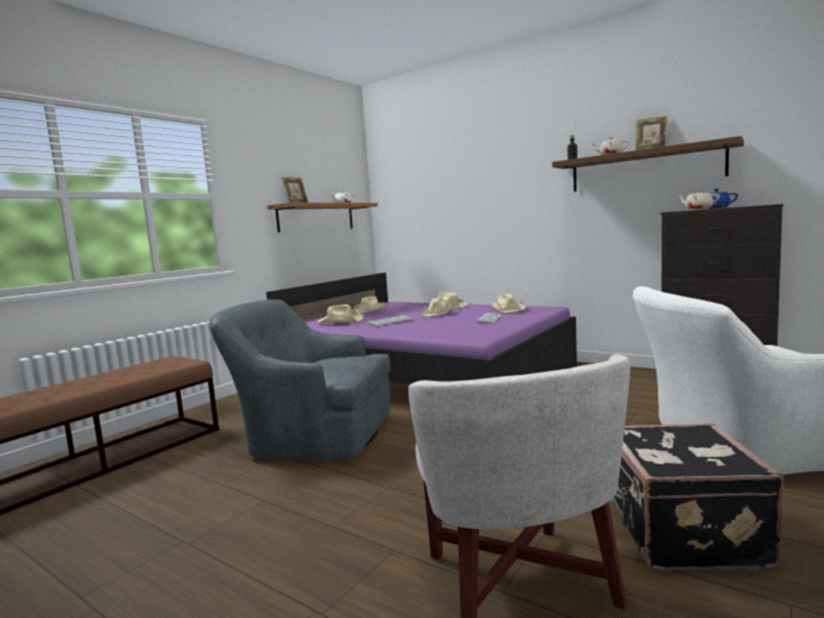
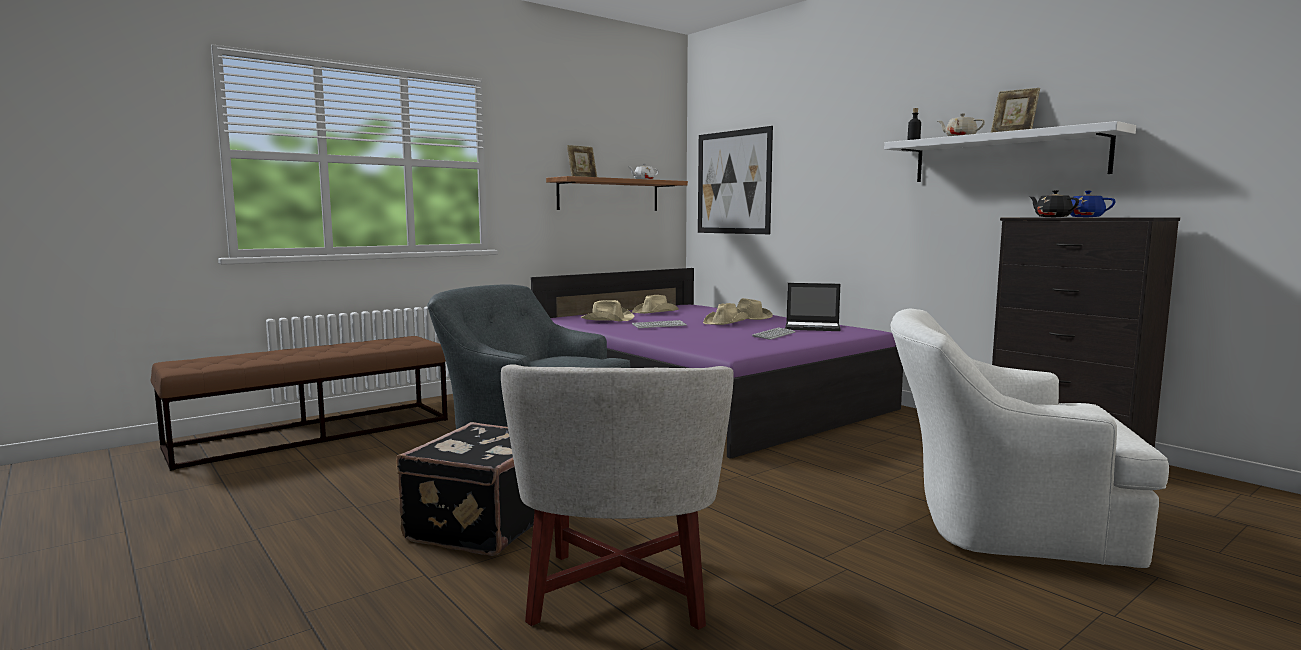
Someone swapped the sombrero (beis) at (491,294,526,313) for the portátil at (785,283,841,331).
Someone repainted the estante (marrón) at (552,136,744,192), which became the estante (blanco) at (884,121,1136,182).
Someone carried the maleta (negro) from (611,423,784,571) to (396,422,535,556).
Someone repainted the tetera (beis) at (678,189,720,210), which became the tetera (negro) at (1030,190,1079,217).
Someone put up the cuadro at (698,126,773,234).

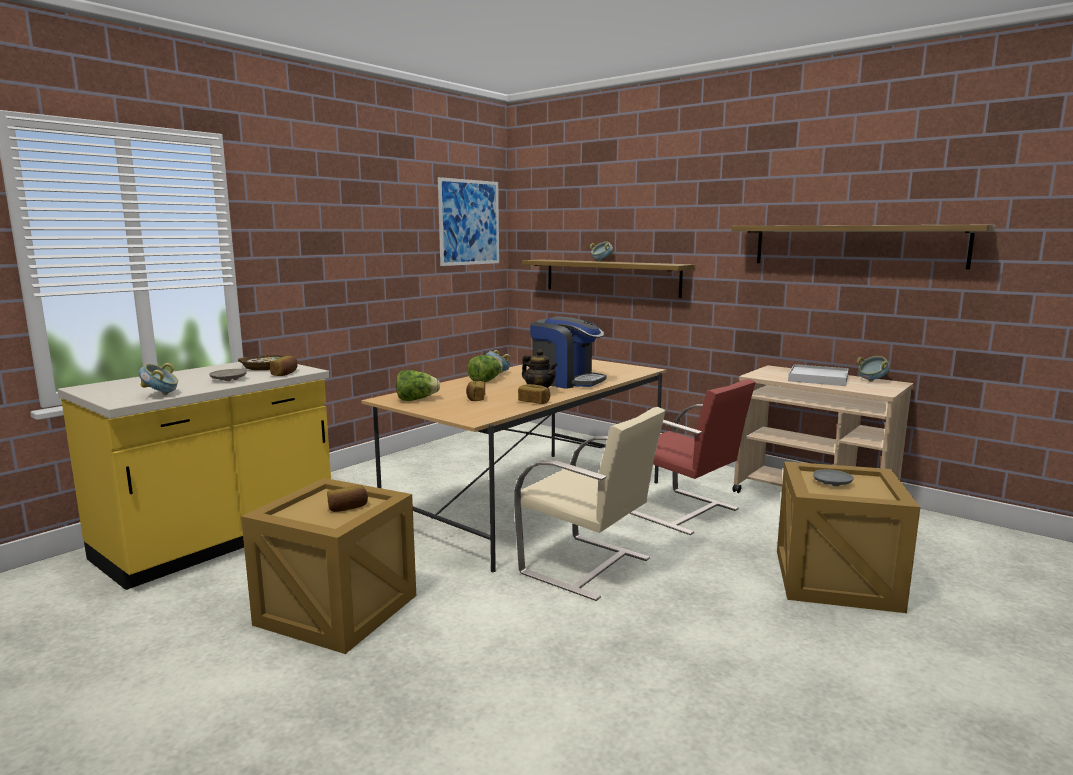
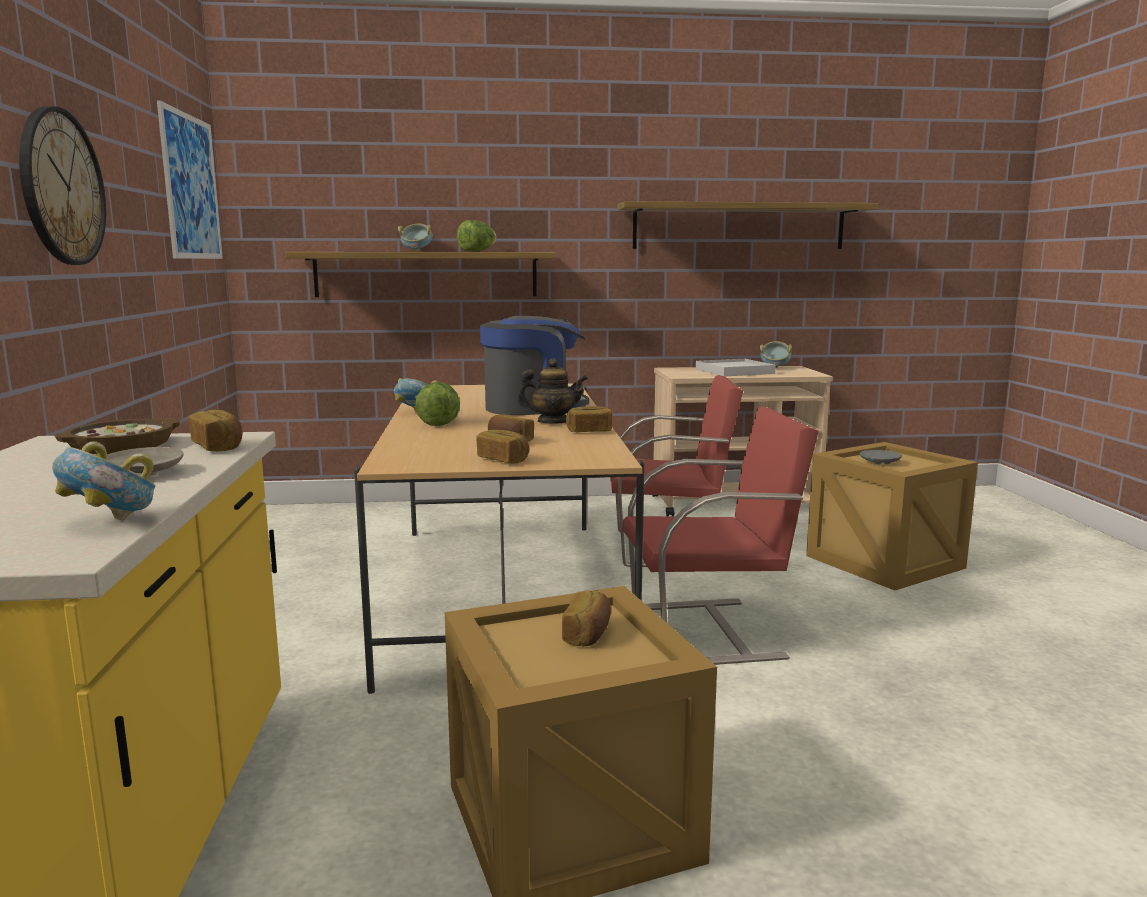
Someone carried the lechuga from (396,370,440,401) to (457,220,497,252).
Someone repainted the silla (beis) at (514,407,665,601), which became the silla (rojo) at (622,406,819,665).
Someone put up the reloj de pared at (19,106,106,265).
Someone put down the pan at (476,430,529,463).

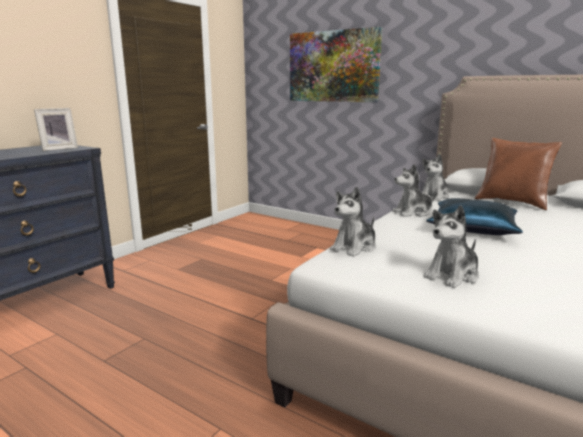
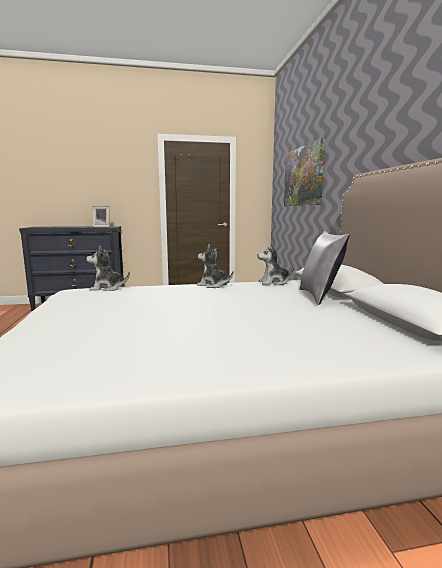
Someone took away the peluche at (424,205,479,288).
Someone took away the cojín (azul) at (426,198,523,235).
Someone repainted the cojín (marrón) at (475,138,562,210), which became the cojín (gris) at (299,231,350,305).

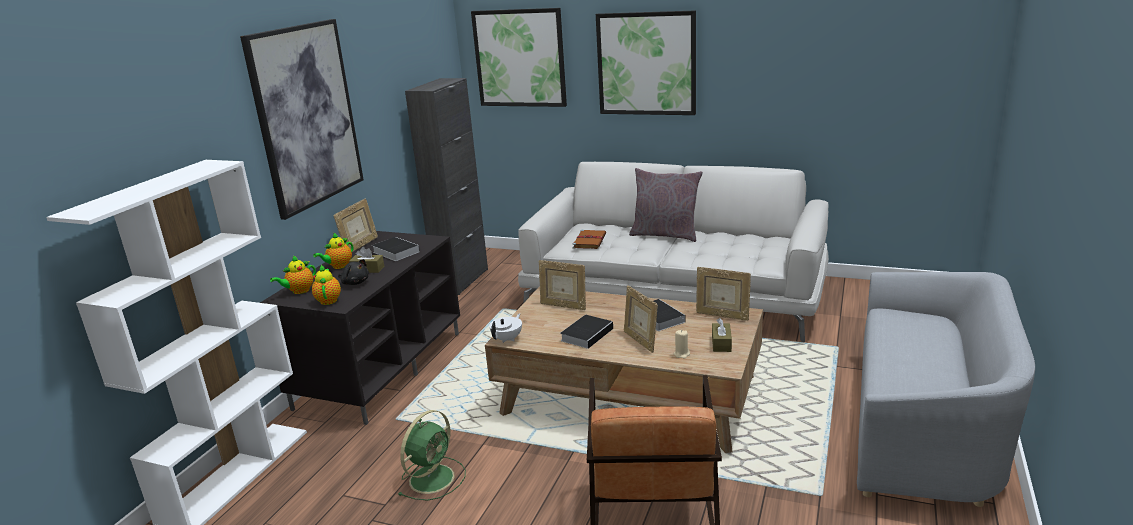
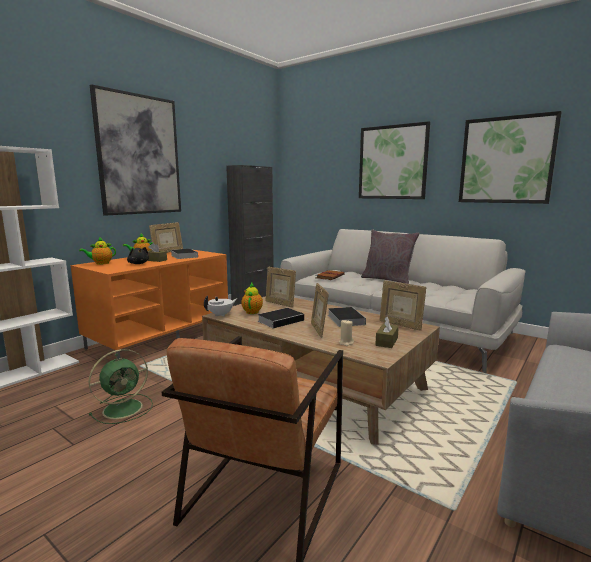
Someone repainted the mueble de televisión (negro) at (260,231,460,425), which became the mueble de televisión (naranja) at (71,250,228,359).
Someone carried the tetera from (312,265,341,305) to (241,283,263,314).
Someone carried the cuadro from (471,8,567,107) to (459,111,561,204).

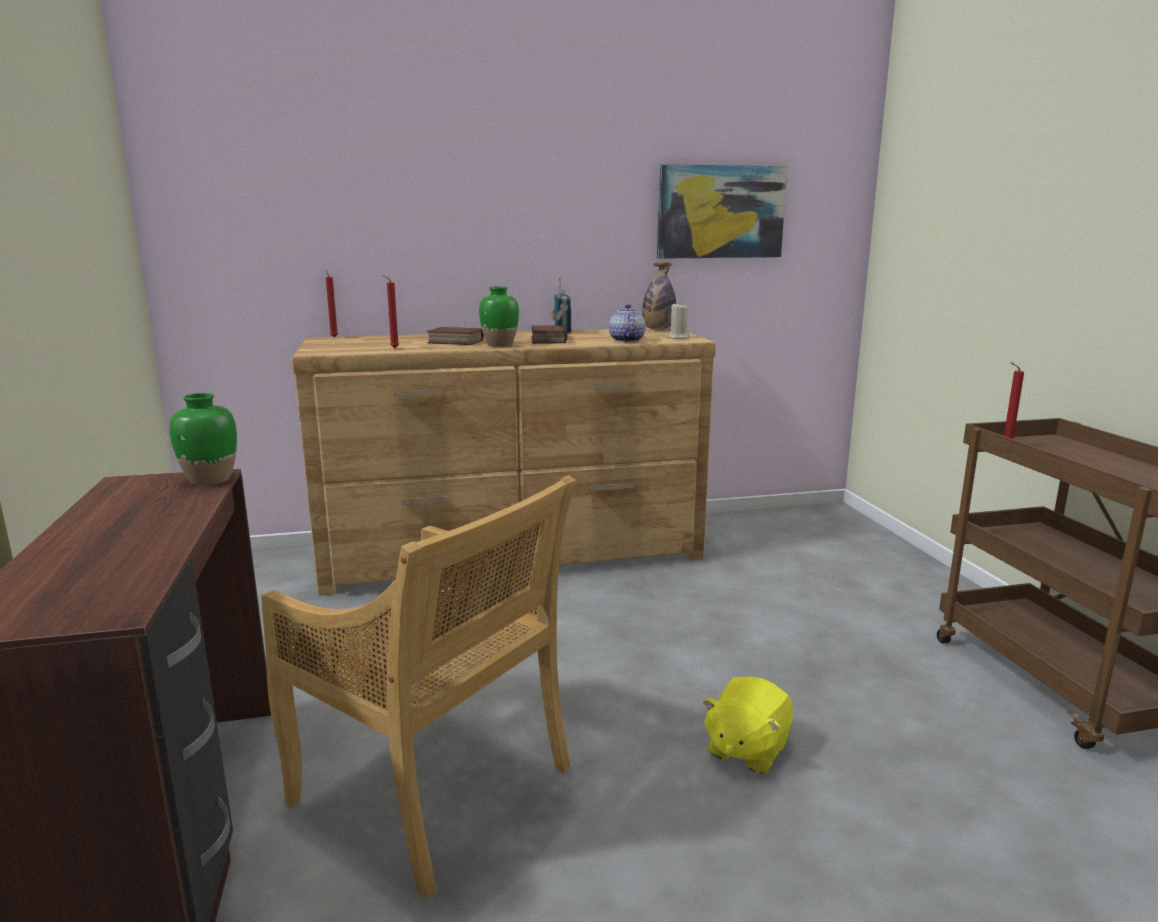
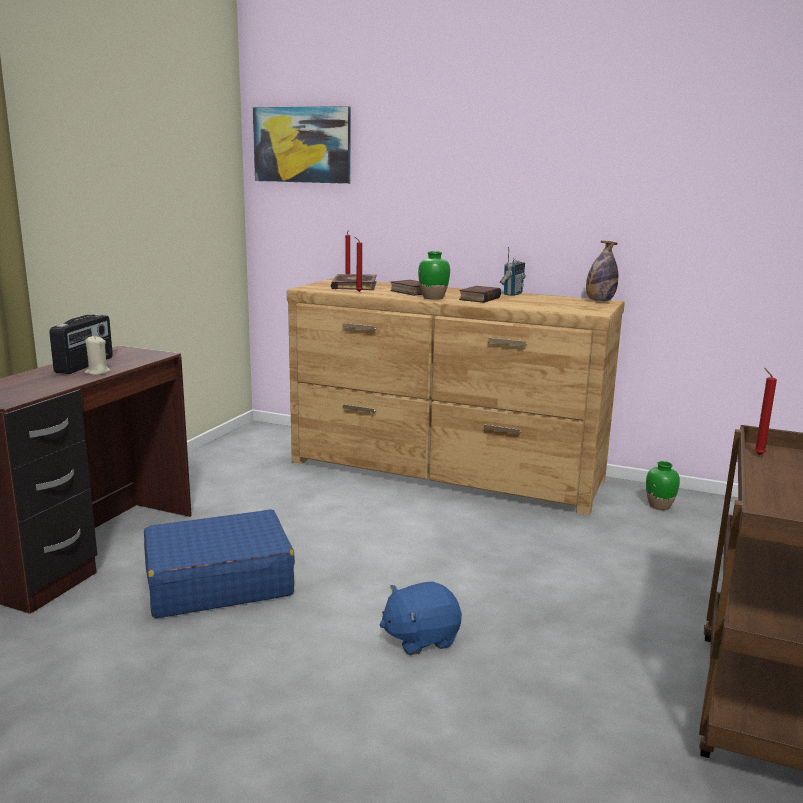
Someone carried the florero (verde) from (169,393,237,486) to (646,461,680,510).
Someone swapped the silla (beis) at (262,475,576,899) for the maleta (azul) at (144,509,295,618).
Someone took away the tetera at (609,304,646,342).
Someone carried the cuadro from (657,164,787,259) to (253,106,351,184).
Someone carried the vela (beis) from (668,302,690,339) to (84,335,111,375).
Someone repainted the peluche (amarillo) at (702,677,793,774), which became the peluche (azul) at (380,581,462,655).
Someone put down the radio at (49,314,113,374).
Someone put down the libro at (331,274,377,290).

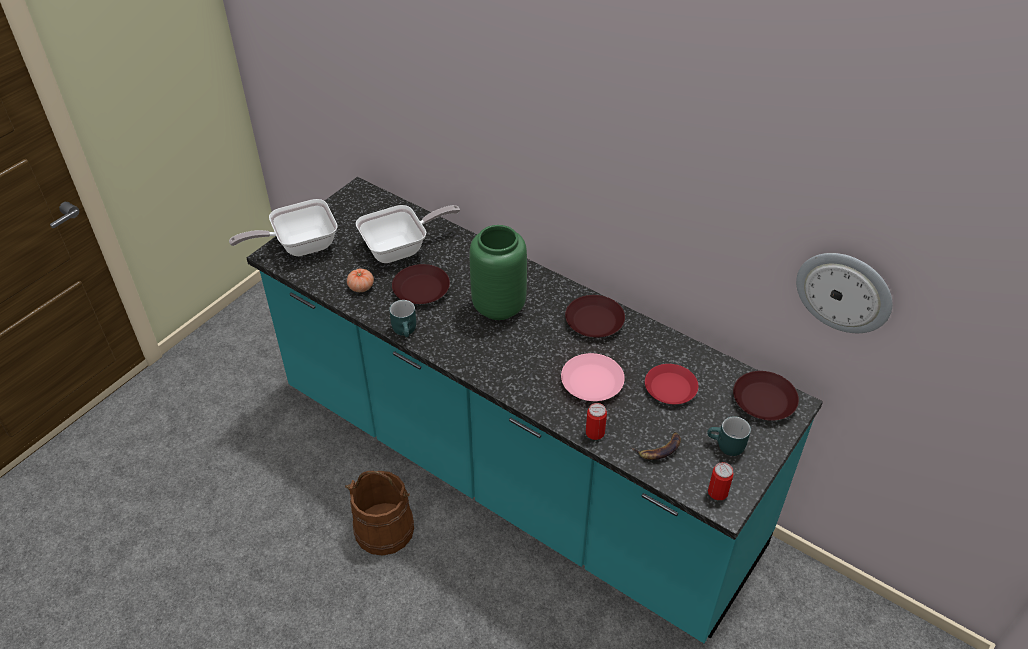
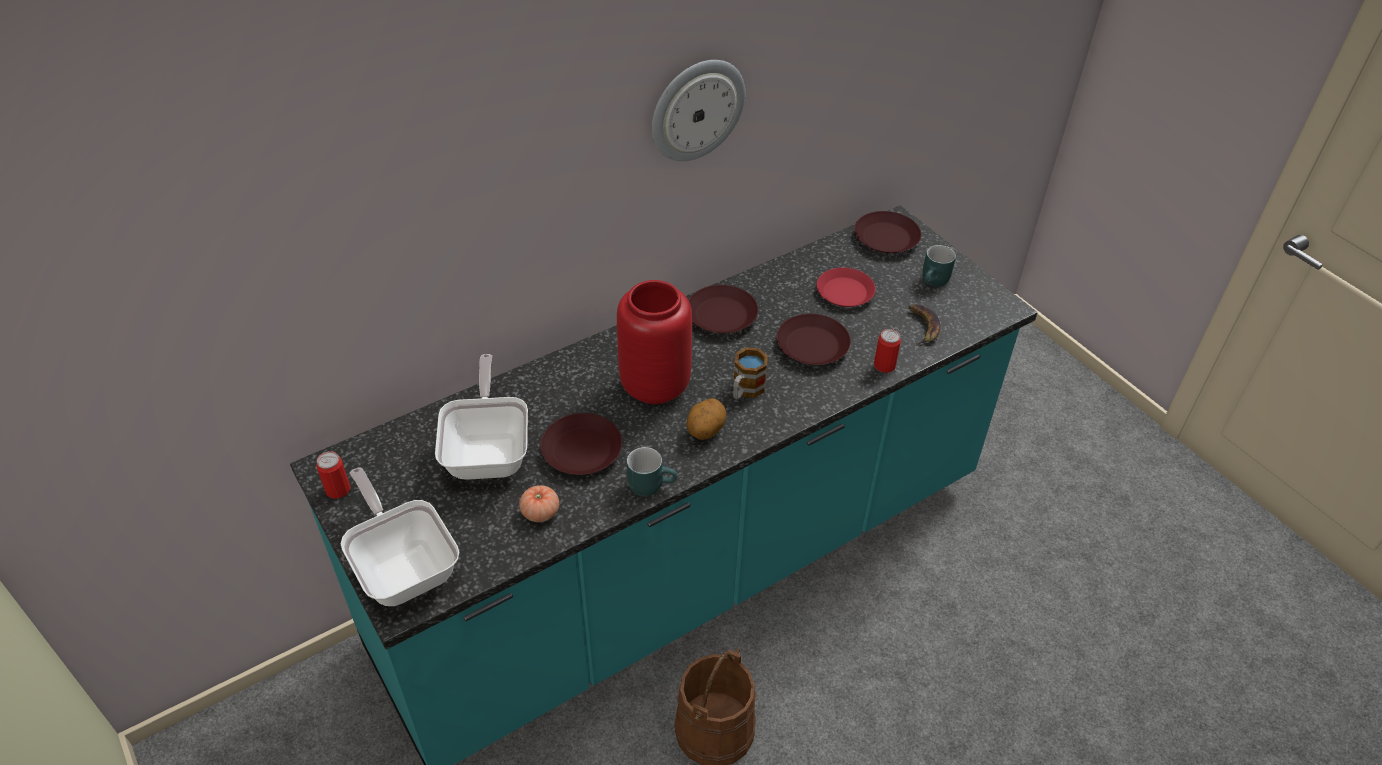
Someone rotated the sartén at (229,199,338,256) by 150 degrees clockwise.
Someone repainted the florero (verde) at (470,225,527,320), which became the florero (rojo) at (617,280,692,404).
Someone repainted the plato (rosa) at (561,353,625,401), which became the plato (marrón) at (777,314,851,365).
Someone carried the lata from (708,462,734,500) to (316,451,350,499).
Someone carried the reloj de pared from (796,253,892,333) to (652,60,745,161).
Someone put down the patata at (687,398,727,439).
Someone put down the taza grande at (733,347,768,400).

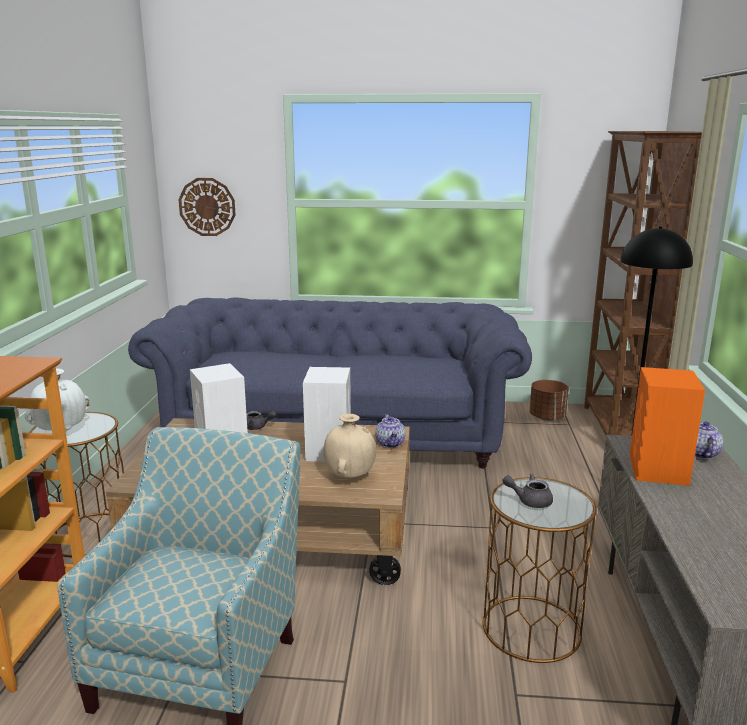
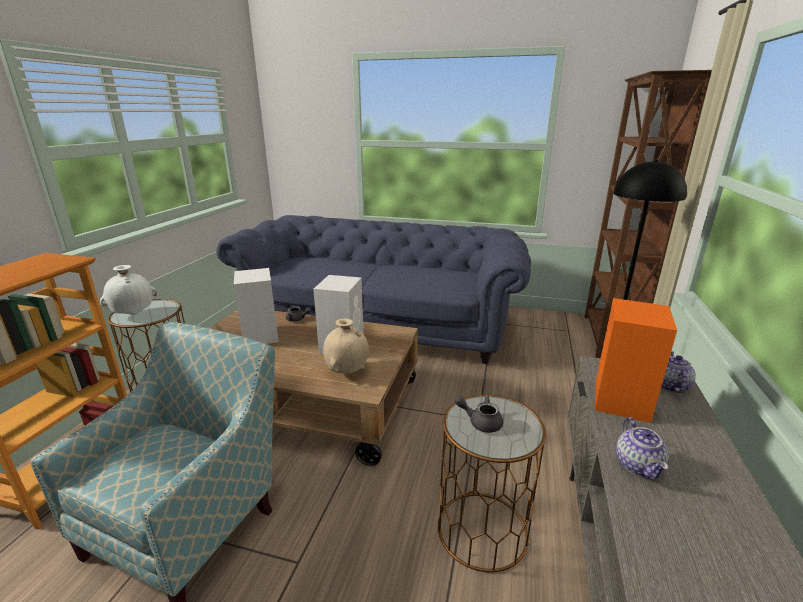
Someone took away the reloj de pared at (178,178,236,236).
Someone carried the tetera from (375,414,406,448) to (616,417,669,480).
Someone took away the maceta (marrón) at (530,380,569,421).

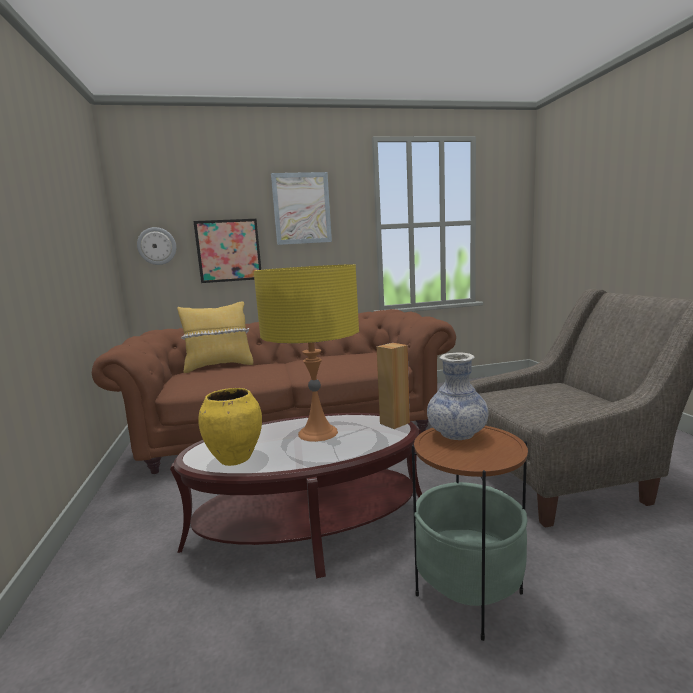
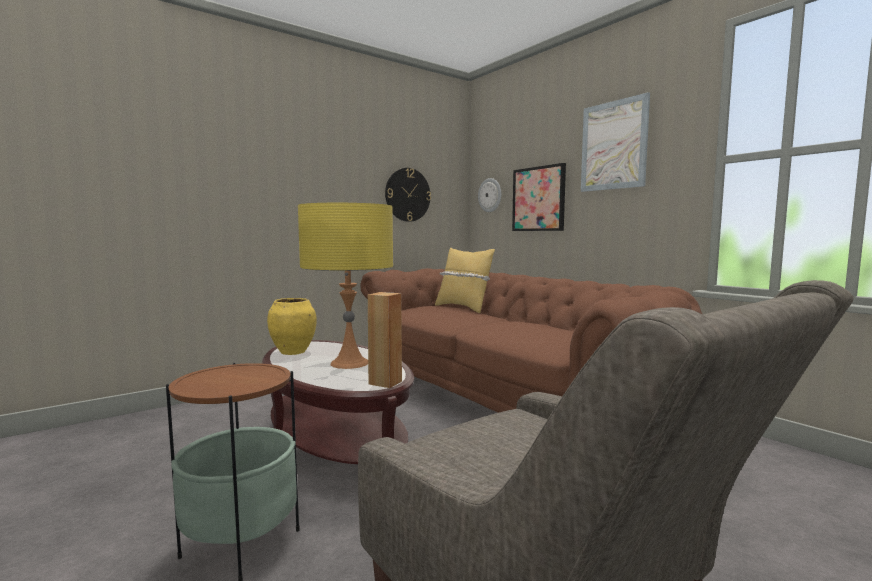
Someone took away the florero at (427,352,488,440).
Someone put up the reloj de pared at (385,168,431,222).

